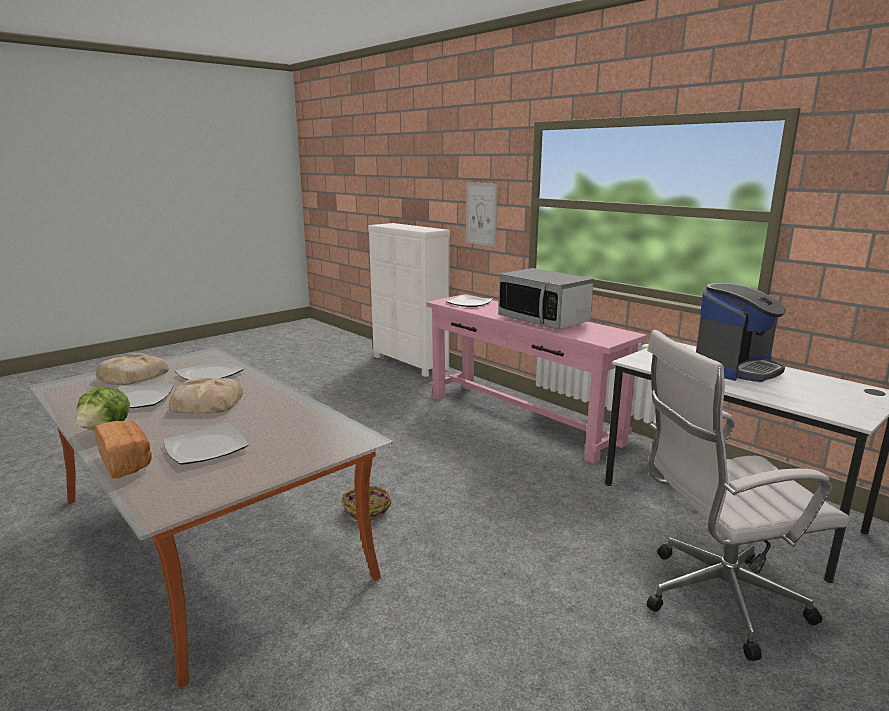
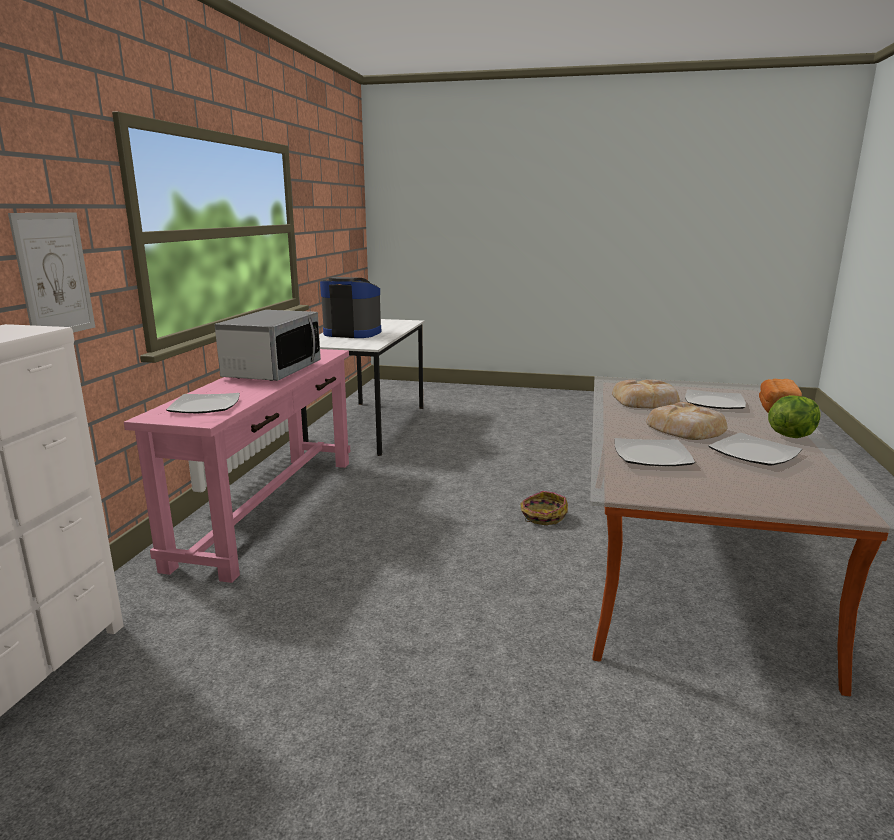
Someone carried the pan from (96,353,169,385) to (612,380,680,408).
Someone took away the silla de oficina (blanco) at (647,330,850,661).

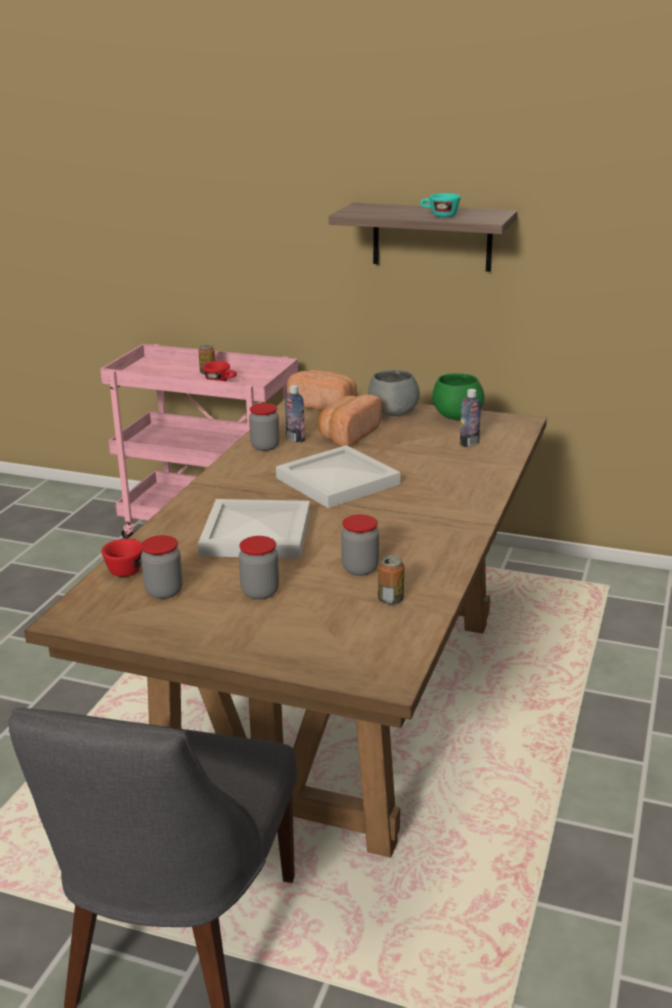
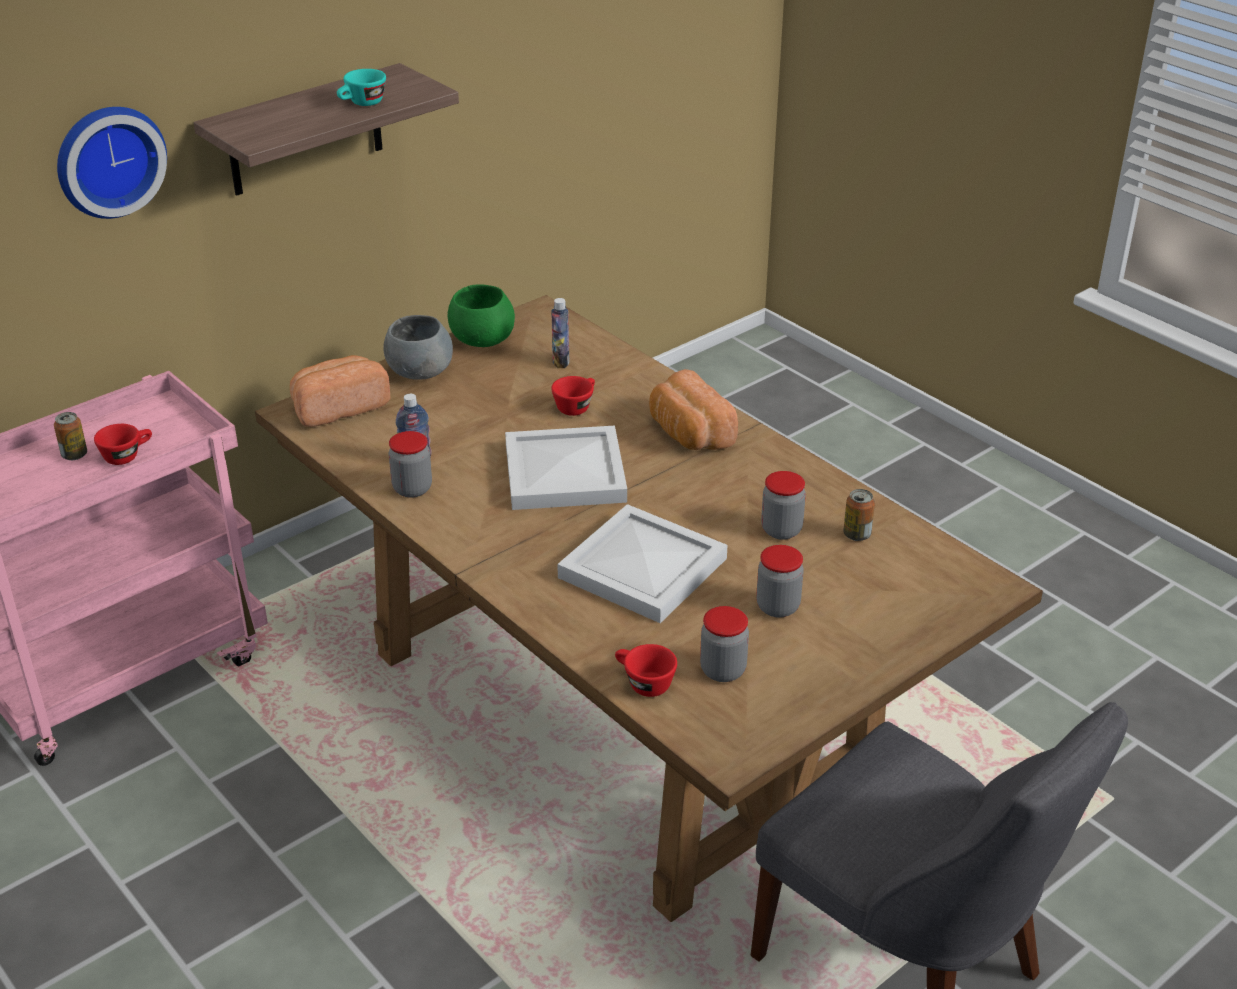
Someone carried the pan from (318,394,382,447) to (649,369,738,450).
Someone put up the reloj de pared at (57,107,167,219).
Someone put down the taza (rojo) at (551,376,595,416).

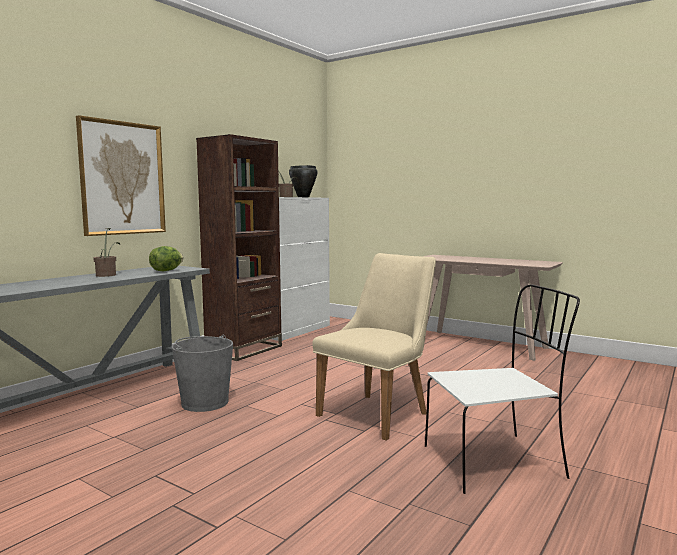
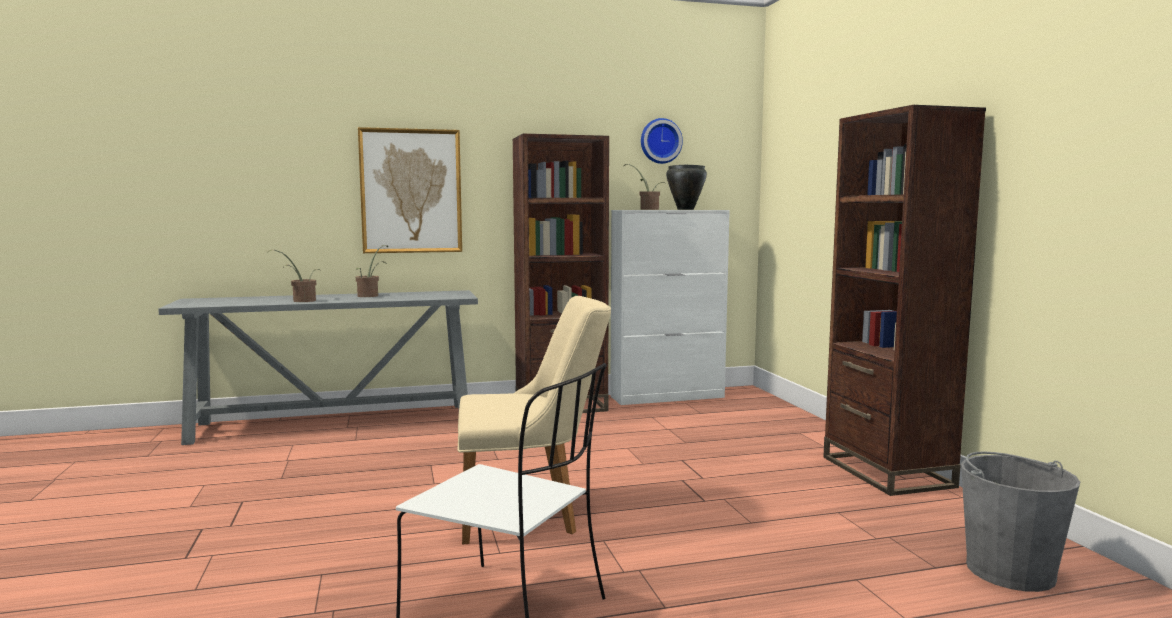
Someone took away the lechuga at (149,246,183,271).
Someone carried the cubo (gris) from (172,335,233,412) to (961,451,1080,592).
Someone swapped the mesa consola (beis) at (423,255,563,361) for the estantería (marrón) at (823,105,986,496).
Someone put down the planta en maceta at (268,250,321,302).
Someone put up the reloj de pared at (641,118,683,164).

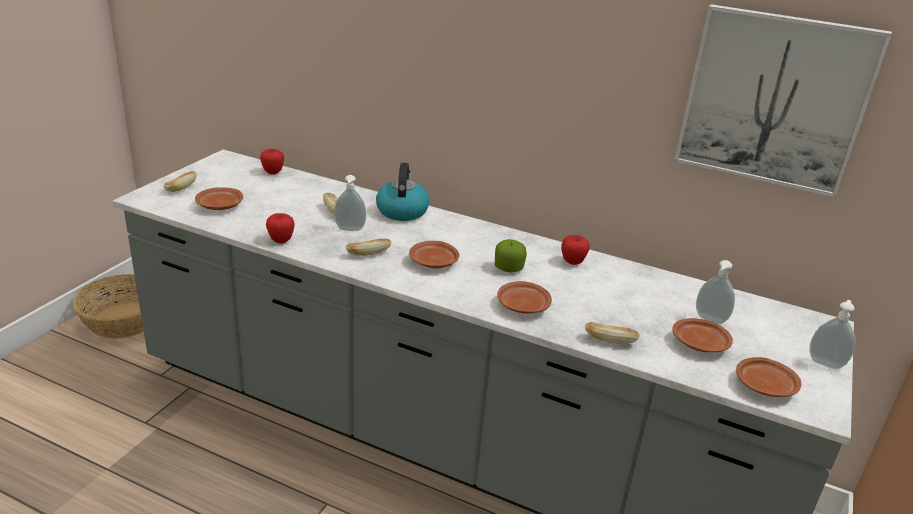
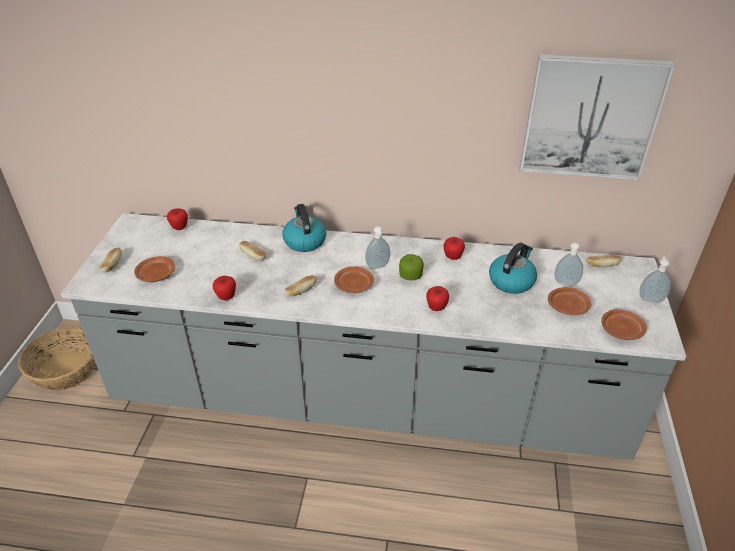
Someone carried the dispensador de jabón from (334,175,366,231) to (365,226,390,269).
Someone swapped the plato (marrón) at (497,281,552,314) for the manzana at (426,286,449,311).
Someone carried the pan from (585,322,640,344) to (586,255,622,268).
Someone put down the hervidor at (489,242,537,294).

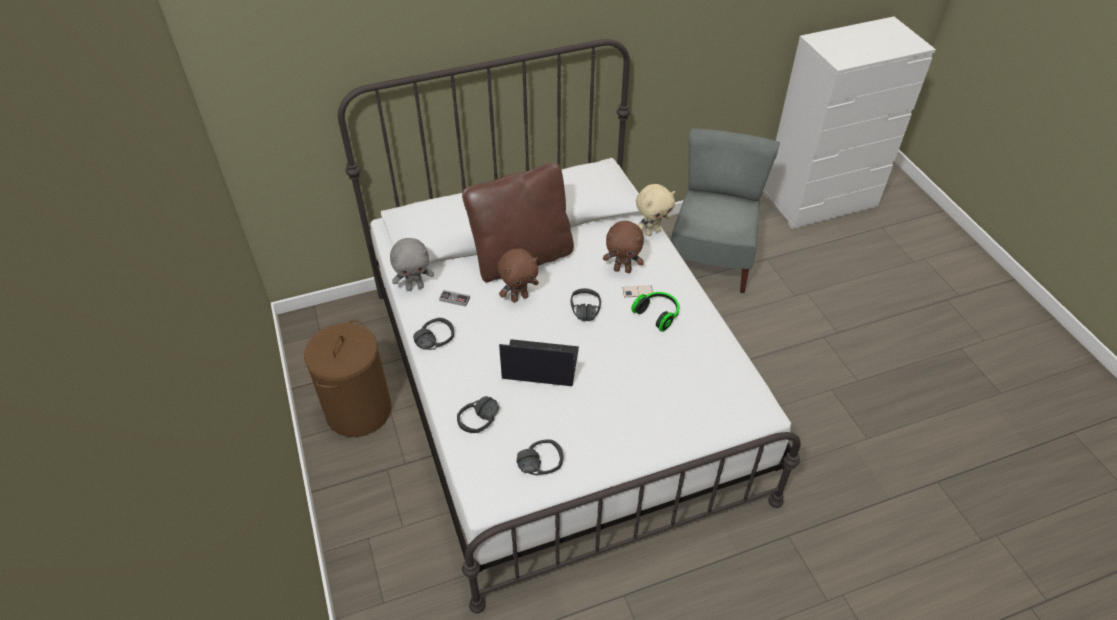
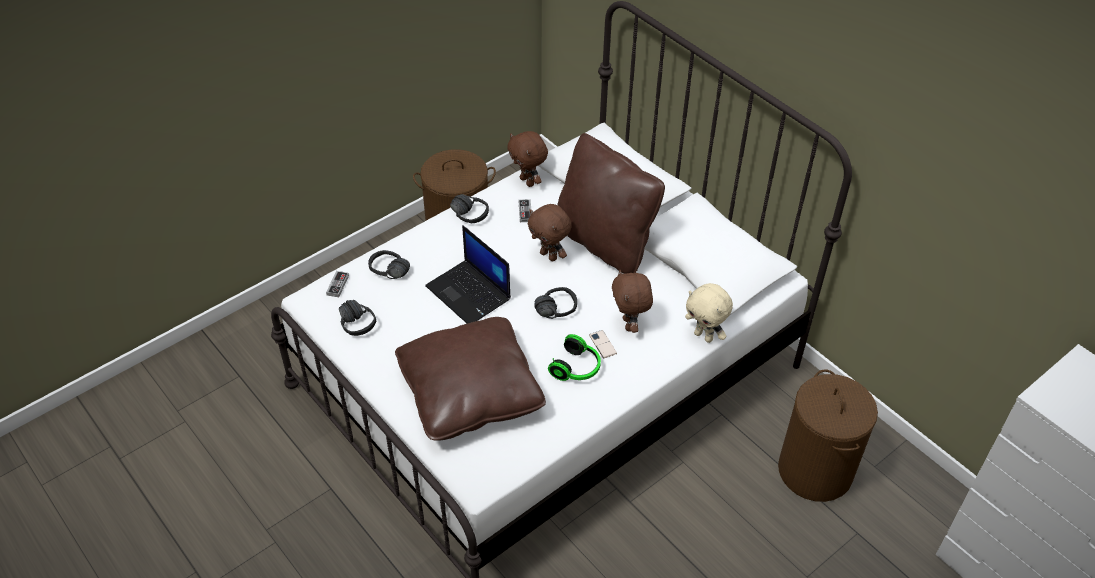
Someone repainted the peluche (gris) at (390,238,434,291), which became the peluche (marrón) at (507,131,548,187).
Someone rotated the portátil at (499,339,579,386) by 150 degrees clockwise.
Someone swapped the silla (gris) at (671,128,780,293) for the cesto de la ropa (marrón) at (778,369,878,502).
Someone put down the mando de consola at (326,271,349,297).
Someone put down the cojín (marrón) at (395,317,546,441).

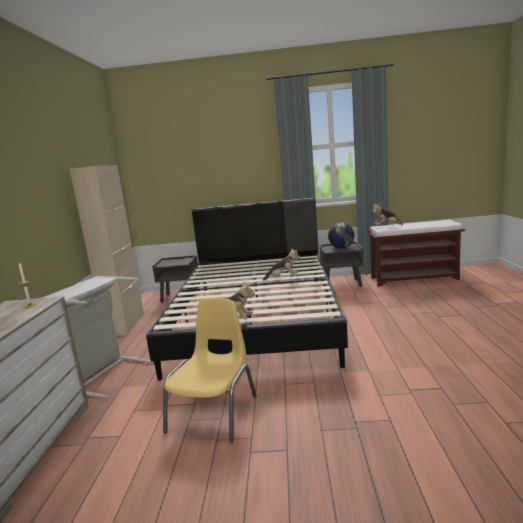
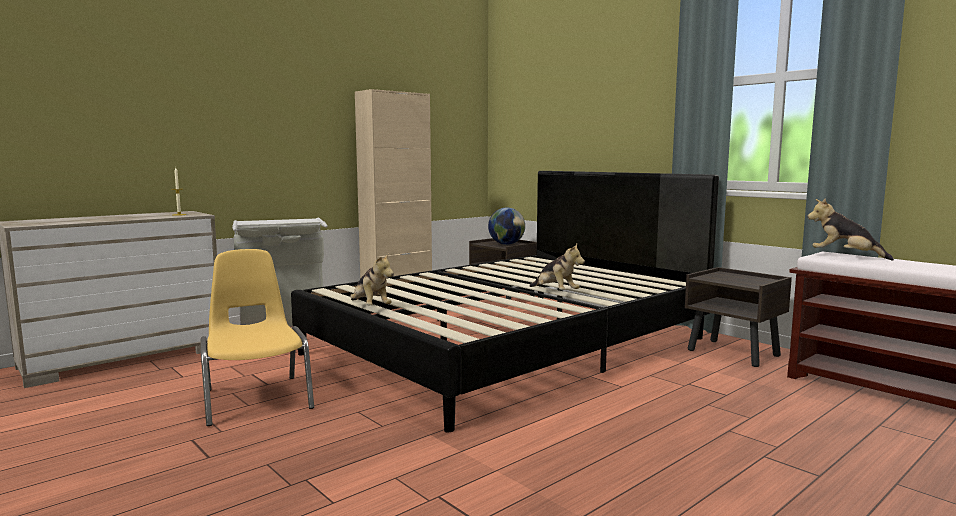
Someone rotated the silla (amarillo) at (163,298,257,443) by 90 degrees counterclockwise.
Someone carried the globo terráqueo from (328,222,354,248) to (488,208,525,245).

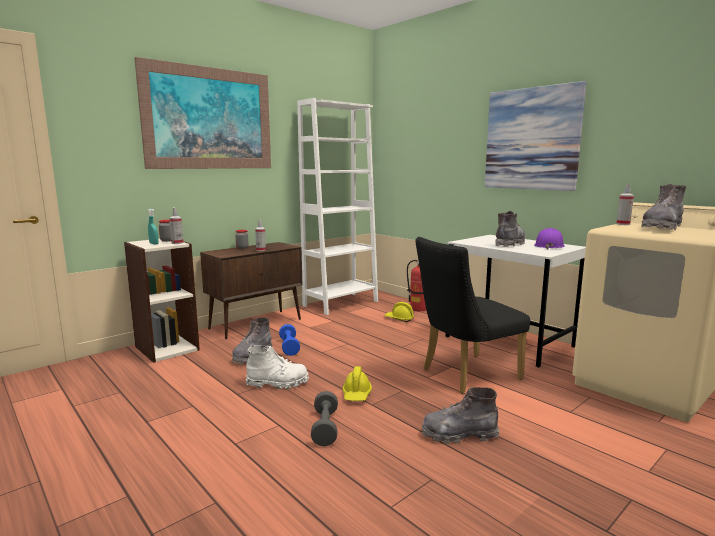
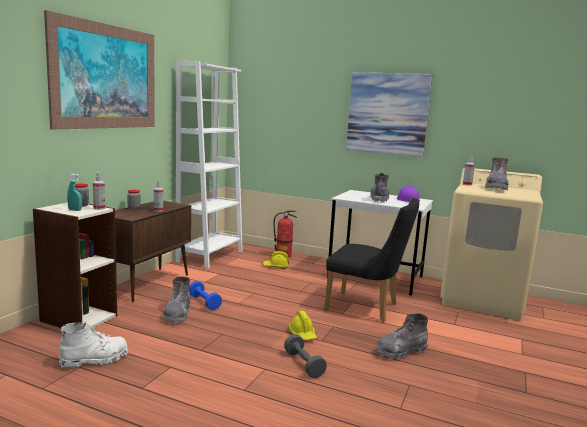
Someone carried the bota (blanco) from (246,345,309,390) to (59,322,128,369).
Someone rotated the silla (negro) at (415,237,530,394) by 105 degrees counterclockwise.

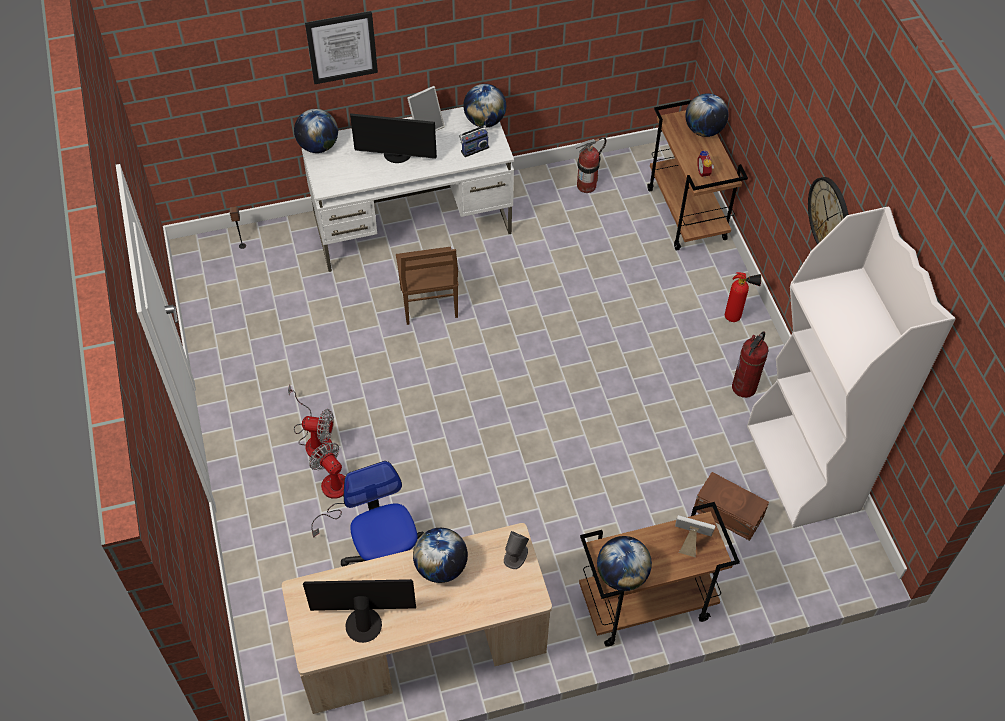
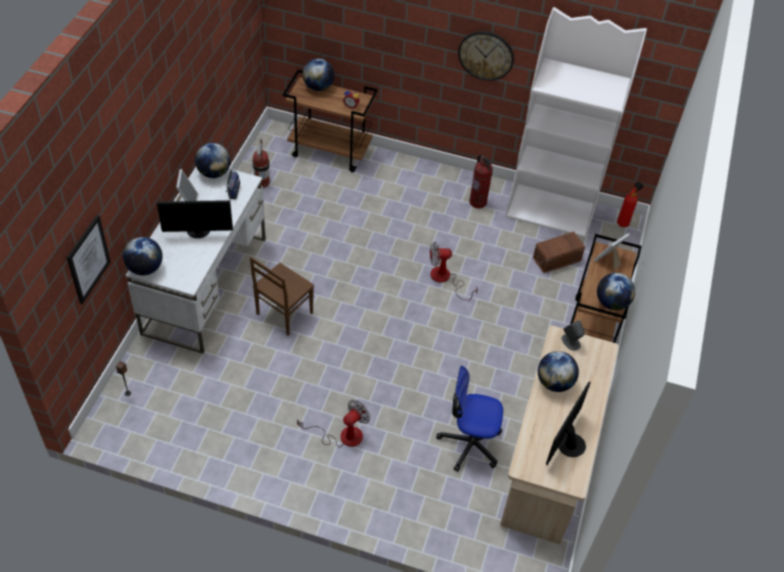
Someone carried the cuadro from (305,11,378,84) to (67,215,111,304).
Someone carried the ventilador from (309,442,345,538) to (430,242,478,300).
Someone rotated the monitor at (350,113,437,163) by 45 degrees clockwise.
Someone rotated the silla (marrón) at (396,247,459,325) by 105 degrees clockwise.
Someone carried the extintor from (725,272,761,322) to (617,182,643,227).

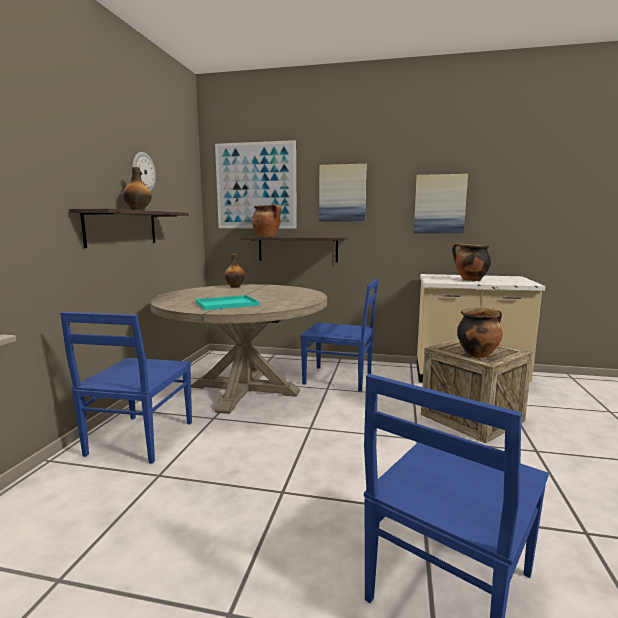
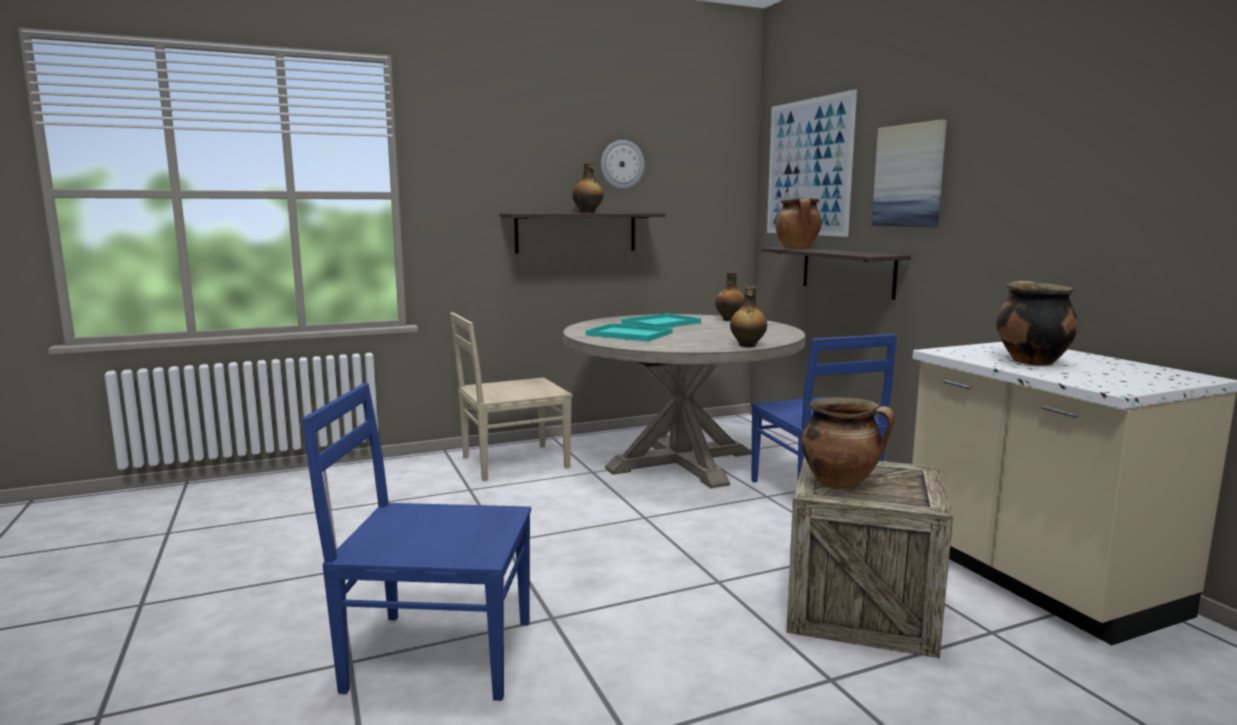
Someone repainted the silla (azul) at (60,312,192,464), which became the silla (beis) at (450,312,572,481).
Someone took away the cuadro at (414,174,468,233).
Someone put down the bandeja (turquesa) at (622,313,701,328).
Someone put down the botella at (730,286,767,347).

